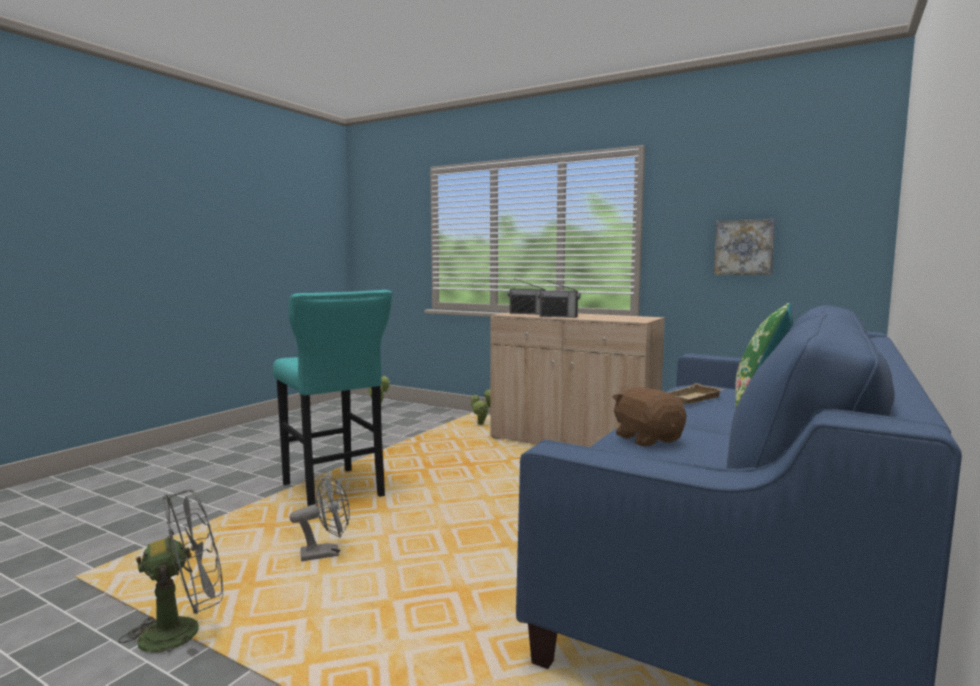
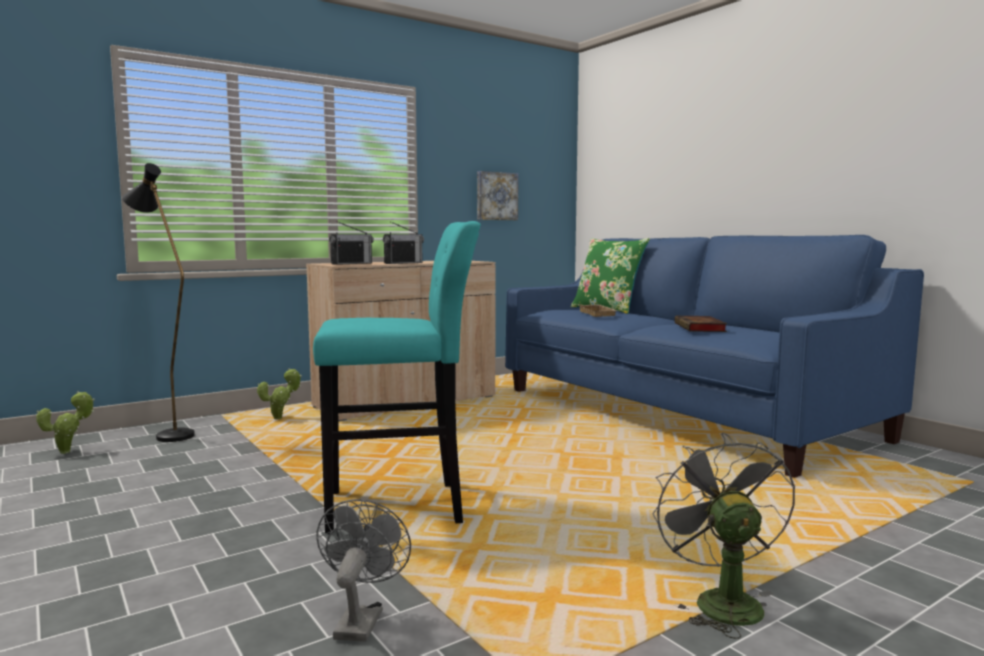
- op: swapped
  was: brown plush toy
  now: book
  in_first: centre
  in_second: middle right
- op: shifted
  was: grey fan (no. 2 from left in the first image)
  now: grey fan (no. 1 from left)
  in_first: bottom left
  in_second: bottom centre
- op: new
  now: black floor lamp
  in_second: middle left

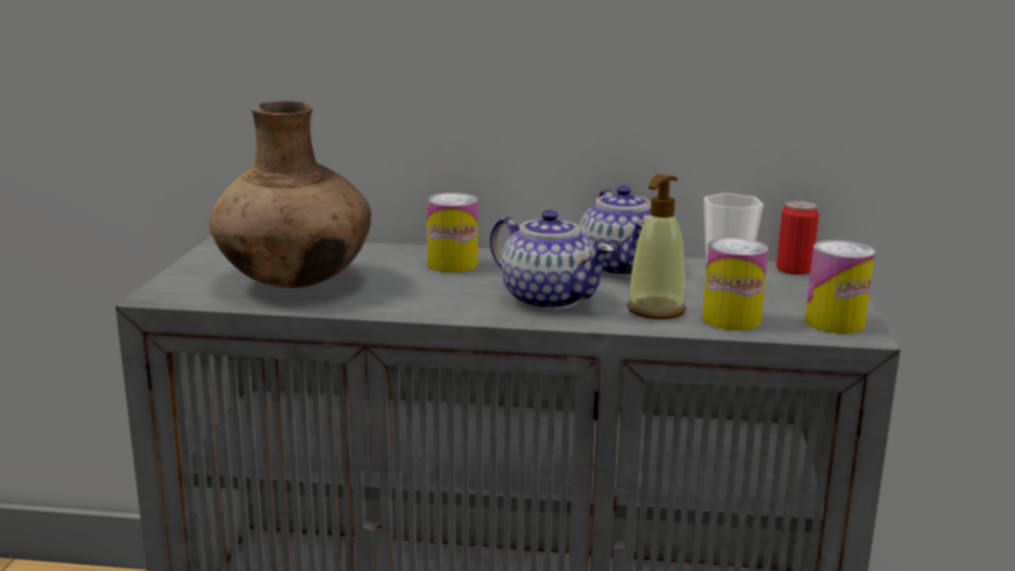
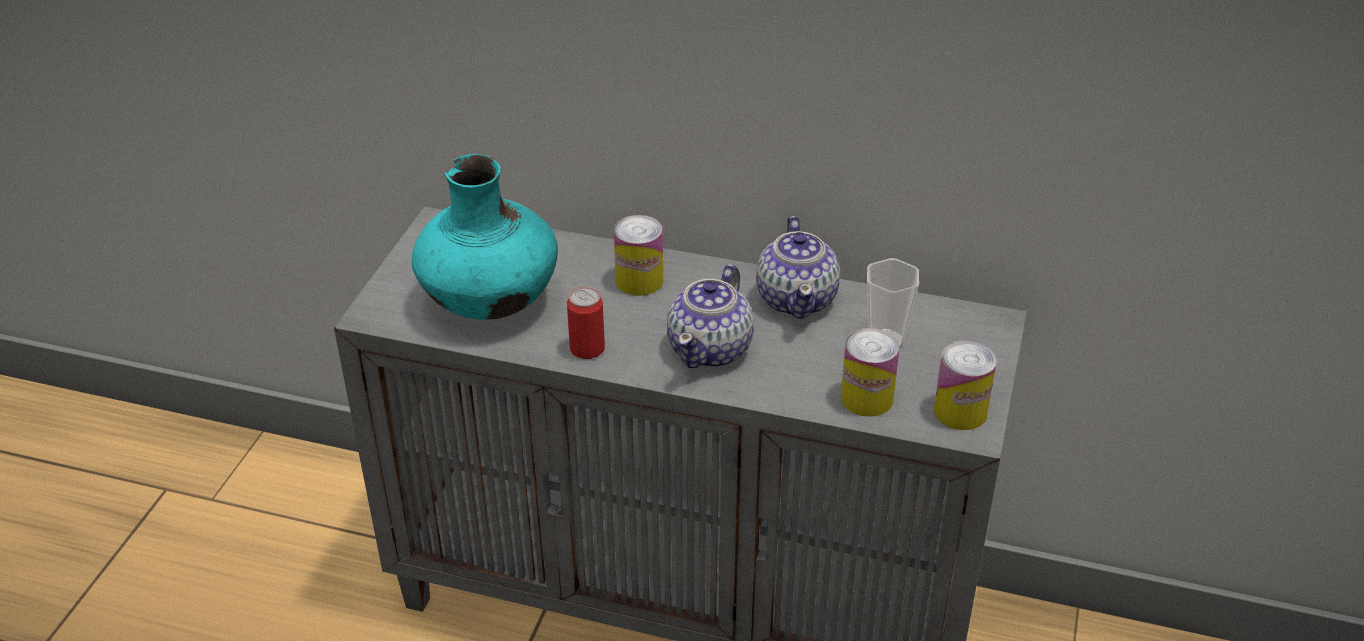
- op: repainted
  was: brown vase
  now: turquoise vase
  in_first: middle left
  in_second: centre
- op: gone
  was: soap dispenser
  in_first: centre
- op: shifted
  was: can (no. 3 from left in the first image)
  now: can (no. 1 from left)
  in_first: middle right
  in_second: centre
- op: rotated
  was: teapot (no. 1 from left)
  in_first: centre
  in_second: centre
  clockwise: 60

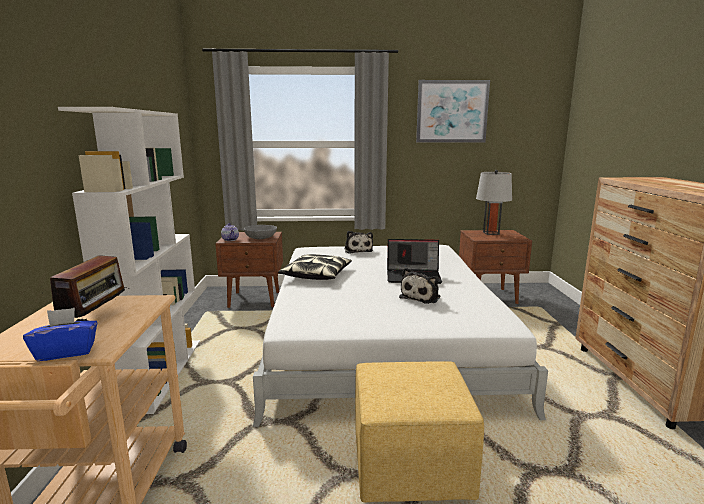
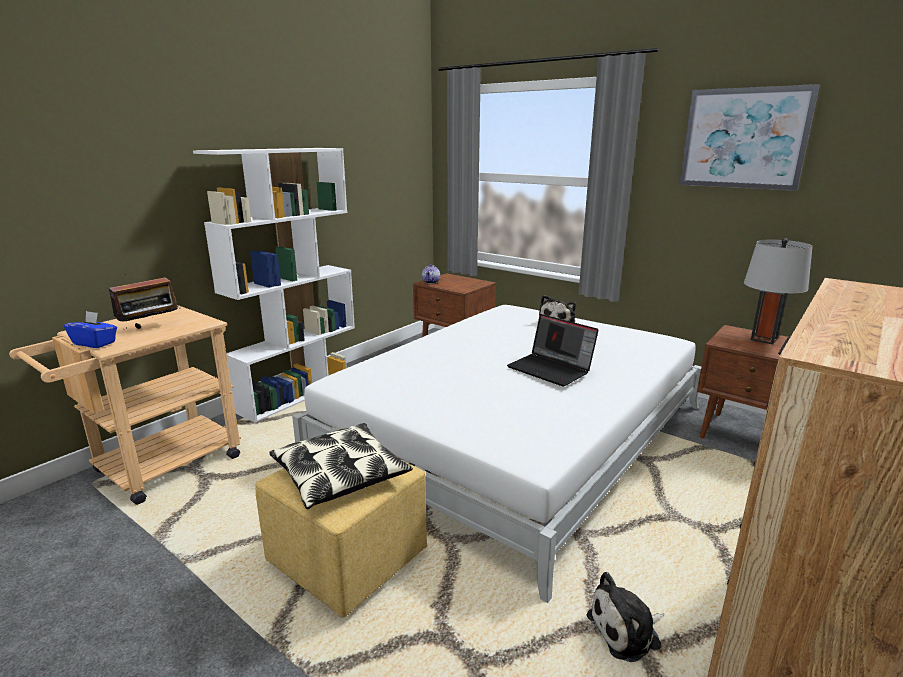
- op: gone
  was: grey bowl
  in_first: centre
- op: shifted
  was: pillow
  in_first: centre
  in_second: bottom centre
- op: shifted
  was: plush toy (no. 2 from left)
  in_first: centre
  in_second: bottom right

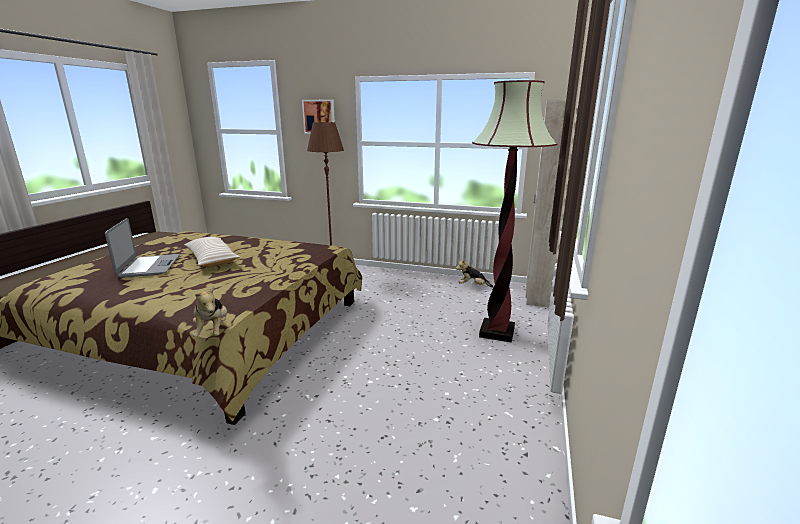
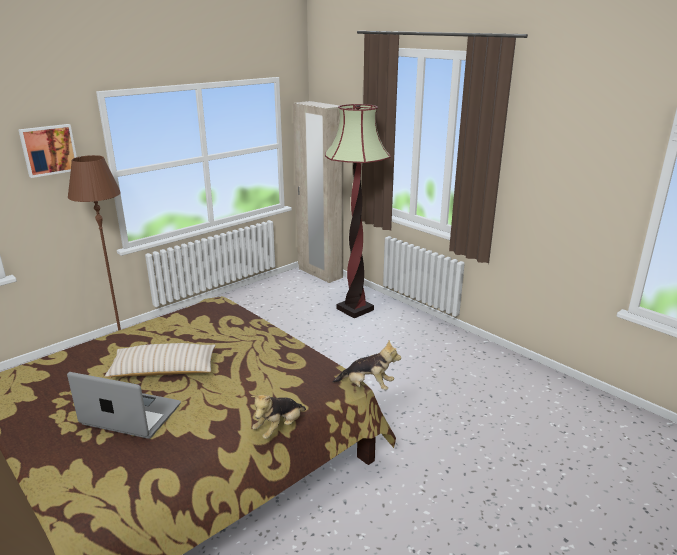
- op: shifted
  was: plush toy (no. 2 from left in the first image)
  now: plush toy (no. 1 from left)
  in_first: centre
  in_second: bottom centre

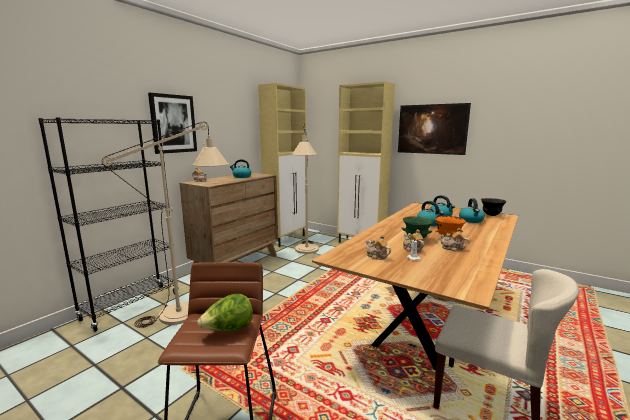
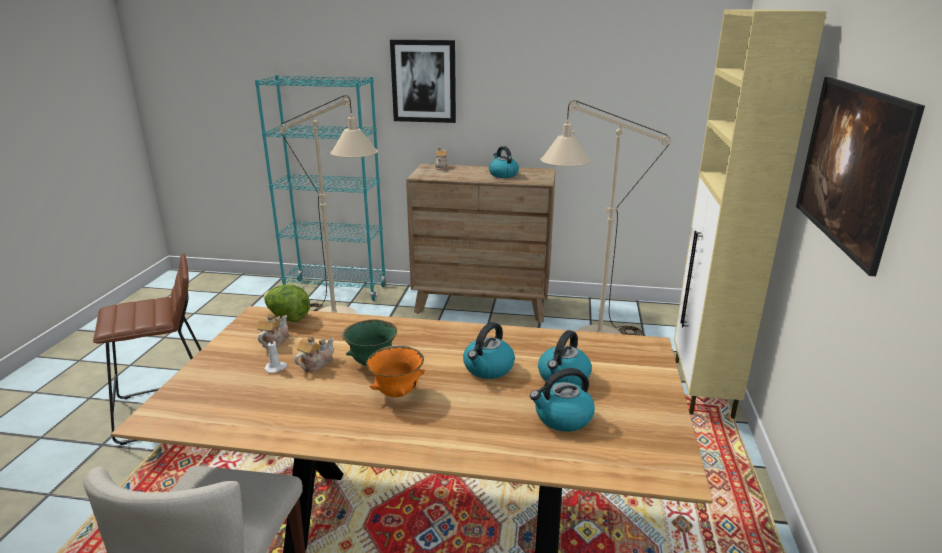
- op: gone
  was: beige cabinet (no. 1 from left)
  in_first: centre
- op: repainted
  was: black bookcase
  now: turquoise bookcase
  in_first: middle left
  in_second: centre
- op: gone
  was: black bowl
  in_first: middle right
- op: gone
  was: teapot (no. 4 from left)
  in_first: middle right
- op: shifted
  was: lettuce
  in_first: bottom centre
  in_second: middle left

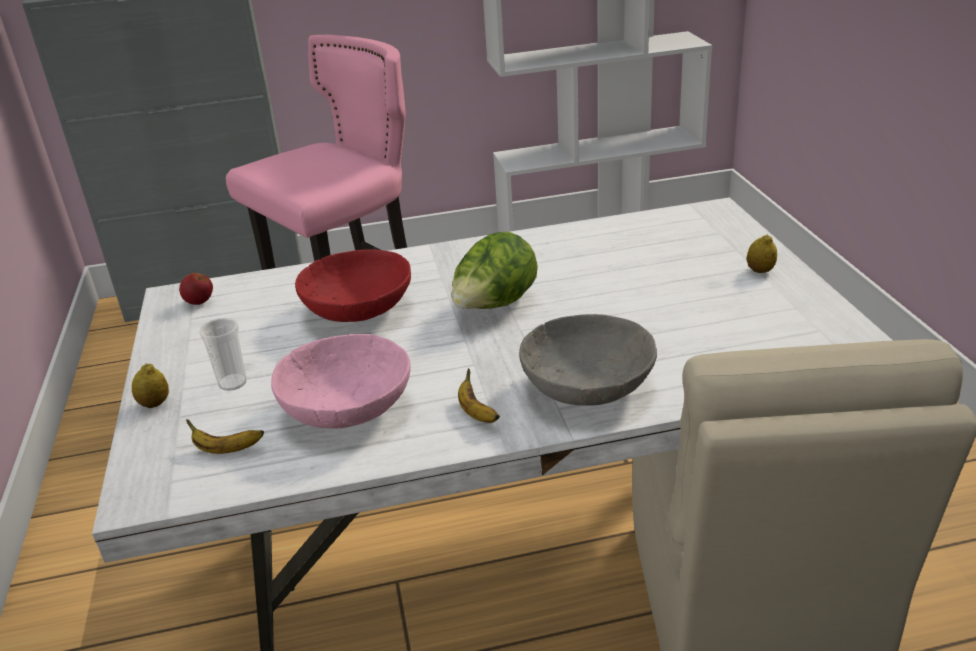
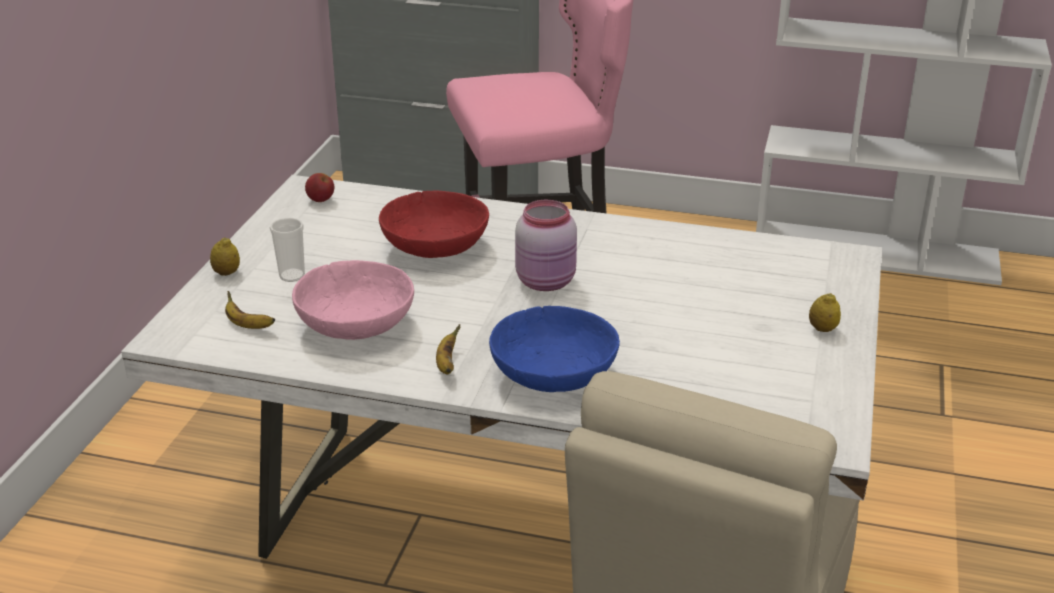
- op: swapped
  was: lettuce
  now: pink jar
  in_first: centre
  in_second: centre
- op: repainted
  was: grey bowl
  now: blue bowl
  in_first: centre
  in_second: centre

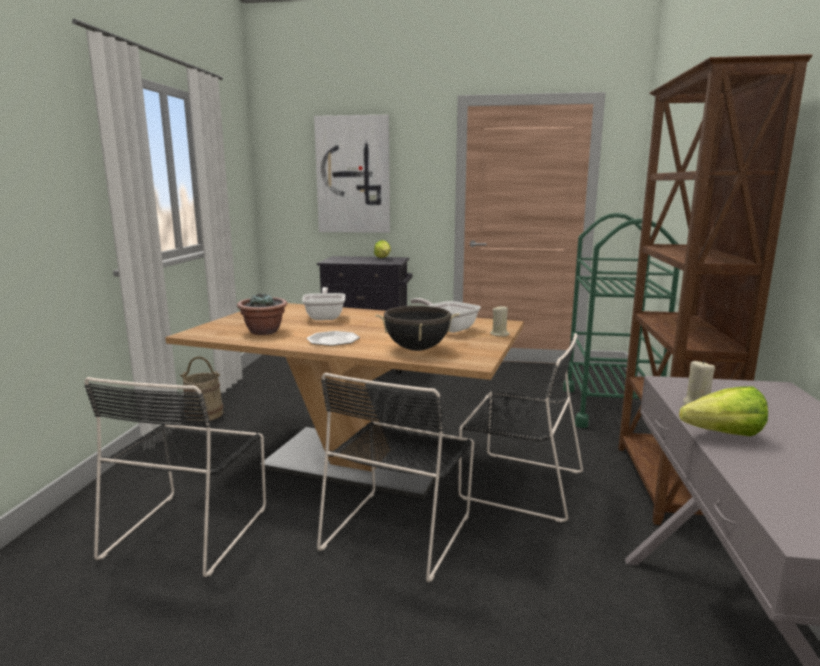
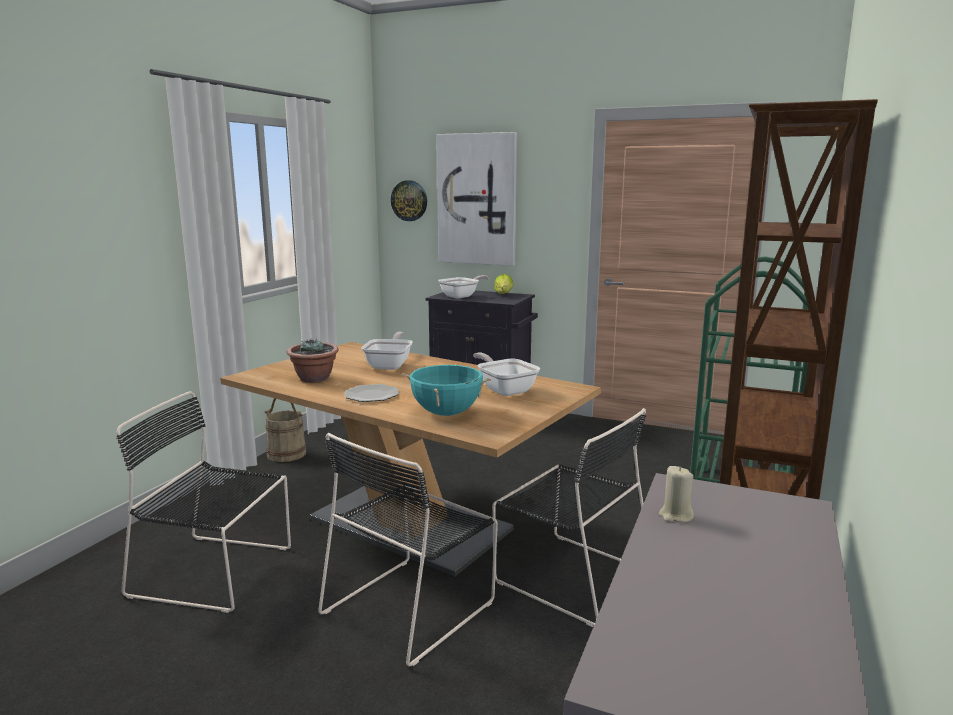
- op: gone
  was: beige candle (no. 1 from left)
  in_first: centre
- op: repainted
  was: black cooking pot
  now: turquoise cooking pot
  in_first: centre
  in_second: centre
- op: rotated
  was: black chair (no. 1 from left)
  in_first: bottom left
  in_second: bottom left
  clockwise: 75
- op: gone
  was: lettuce (no. 2 from left)
  in_first: middle right
- op: new
  now: wall clock
  in_second: top centre
- op: new
  now: frying pan (no. 2 from left)
  in_second: centre

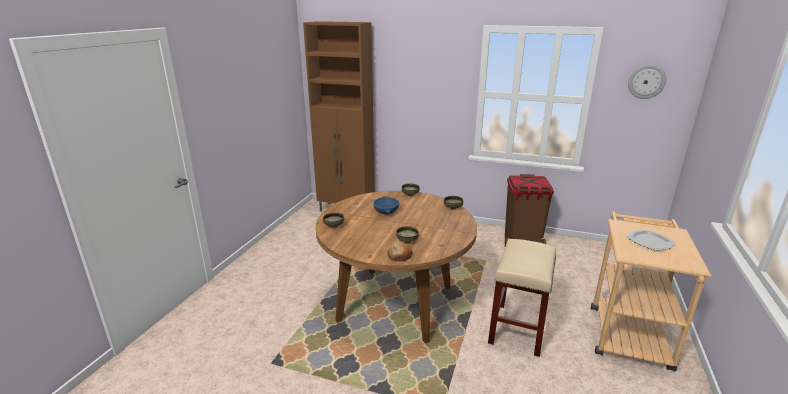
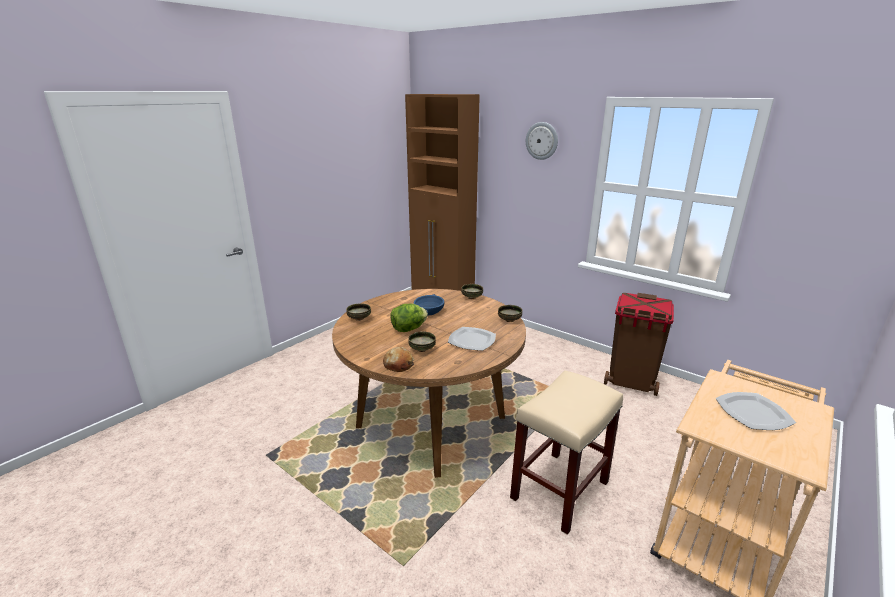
- op: shifted
  was: wall clock
  in_first: top right
  in_second: top centre
- op: new
  now: lettuce
  in_second: centre
- op: new
  now: plate (no. 1 from left)
  in_second: centre

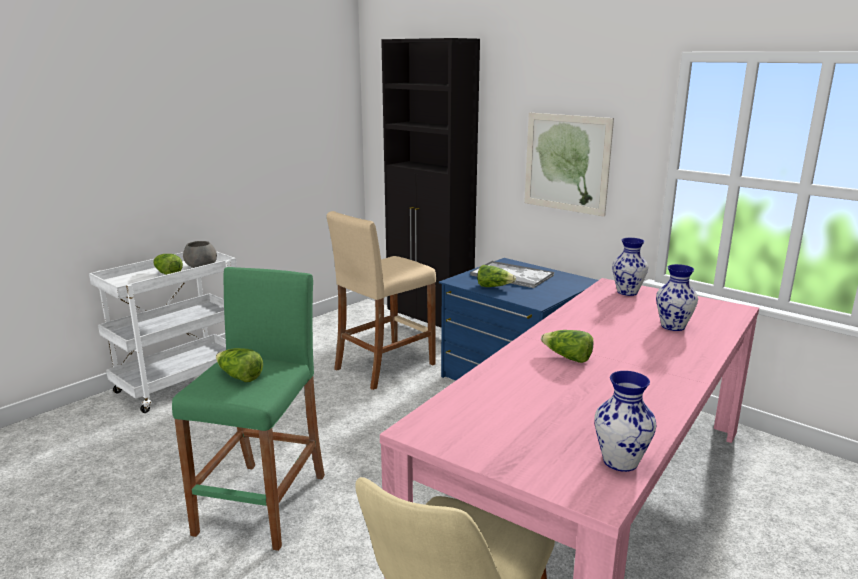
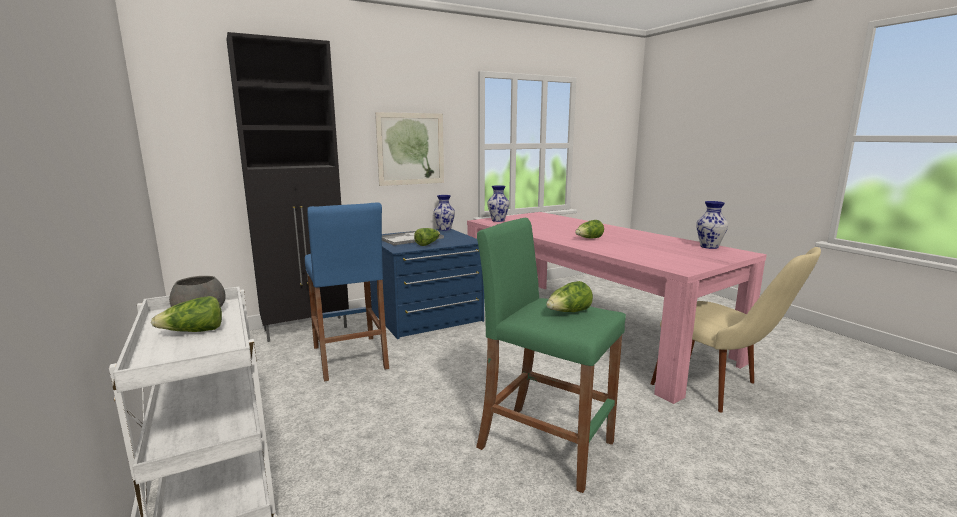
- op: repainted
  was: beige stool
  now: blue stool
  in_first: centre
  in_second: centre
- op: shifted
  was: vase (no. 3 from left in the first image)
  now: vase (no. 1 from left)
  in_first: middle right
  in_second: centre

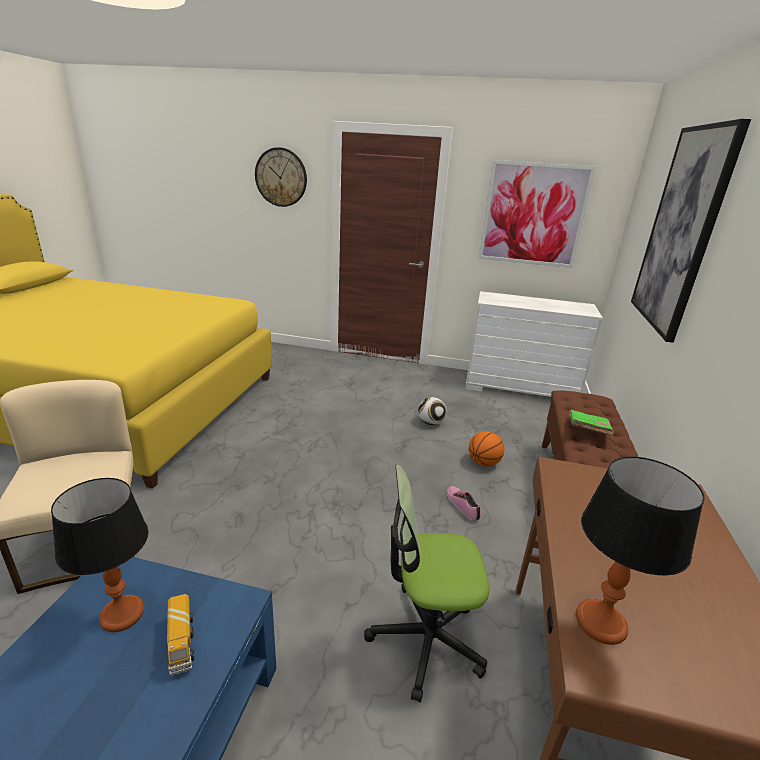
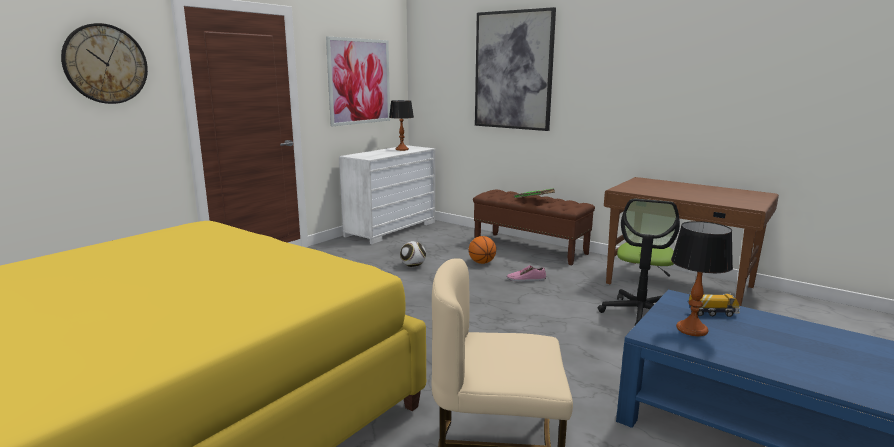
- op: shifted
  was: table lamp (no. 2 from left in the first image)
  now: table lamp (no. 1 from left)
  in_first: bottom right
  in_second: top centre

